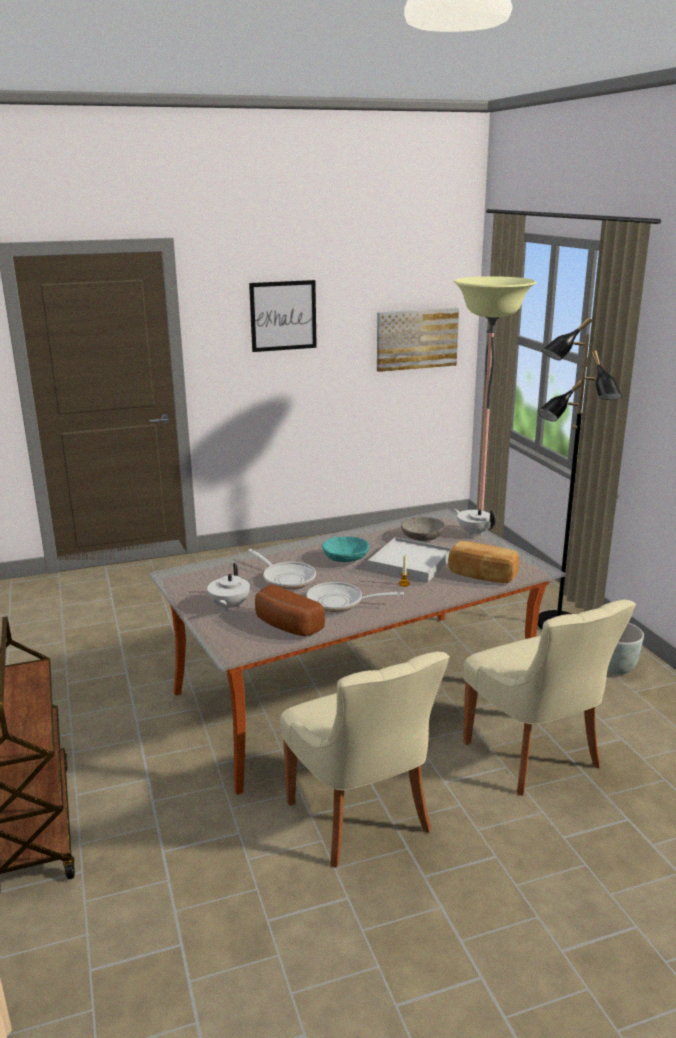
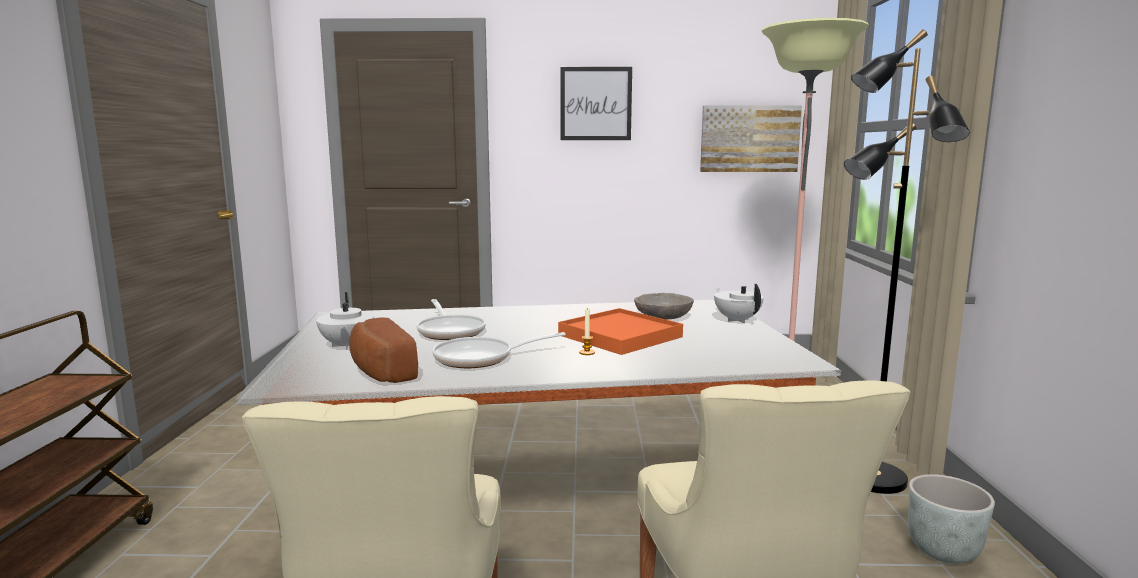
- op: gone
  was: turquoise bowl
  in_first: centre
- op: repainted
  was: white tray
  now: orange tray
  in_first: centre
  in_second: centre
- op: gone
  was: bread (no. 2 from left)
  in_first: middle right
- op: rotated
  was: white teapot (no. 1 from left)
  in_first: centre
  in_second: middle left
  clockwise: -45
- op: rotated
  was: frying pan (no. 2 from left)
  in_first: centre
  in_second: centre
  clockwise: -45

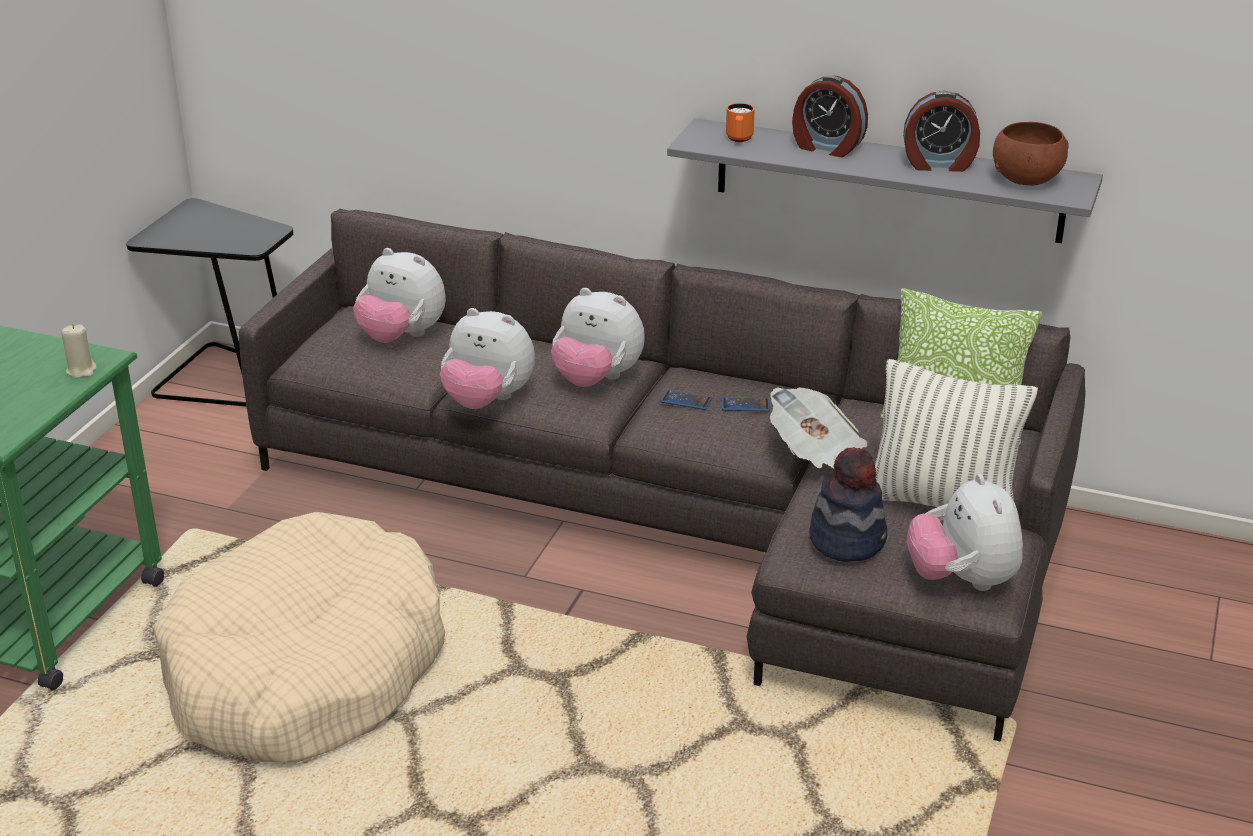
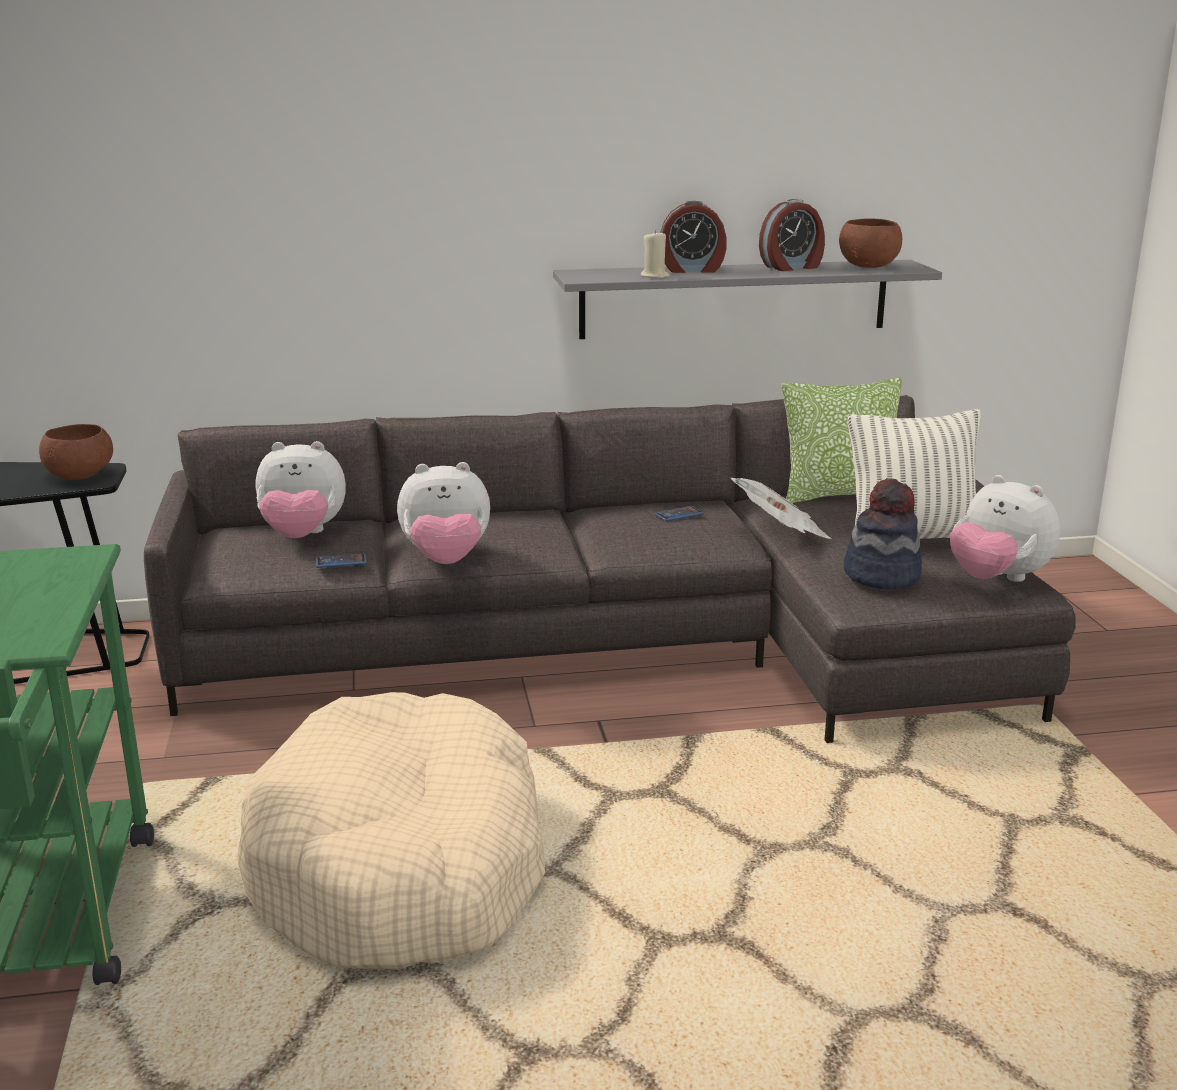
- op: gone
  was: orange mug
  in_first: top centre
- op: gone
  was: plush toy (no. 3 from left)
  in_first: centre
- op: shifted
  was: beige candle
  in_first: middle left
  in_second: top centre
- op: shifted
  was: phone (no. 1 from left)
  in_first: centre
  in_second: middle left
- op: new
  now: brown bowl (no. 1 from left)
  in_second: middle left

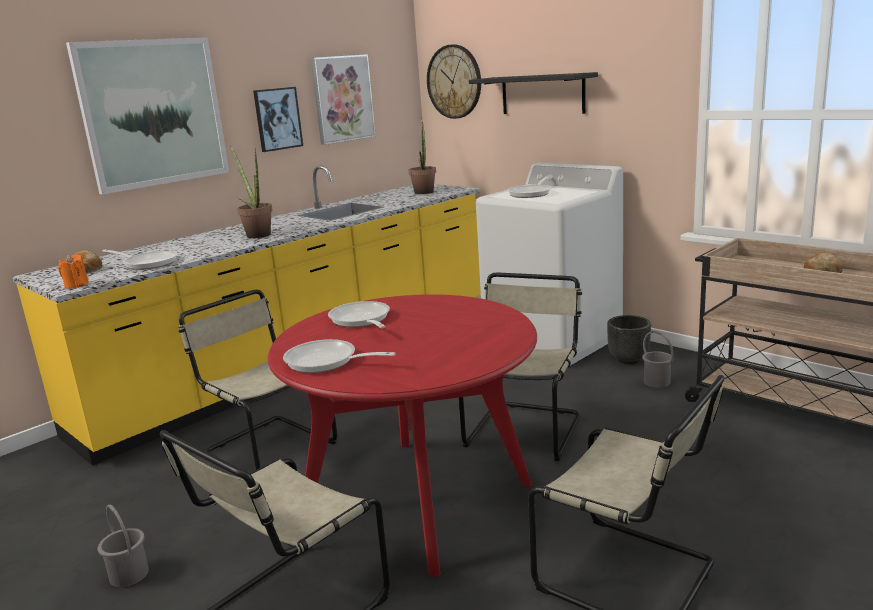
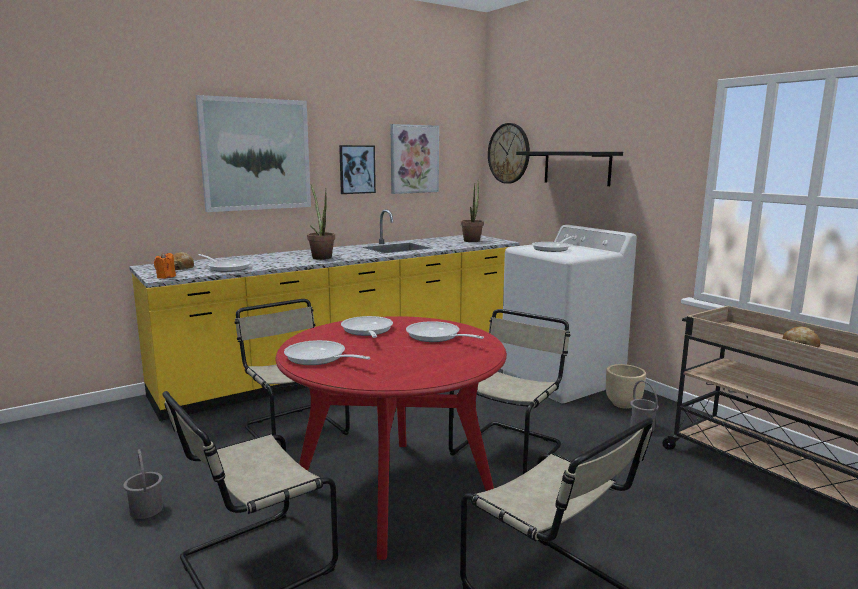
- op: repainted
  was: black planter
  now: beige planter
  in_first: middle right
  in_second: middle right
- op: new
  now: frying pan (no. 4 from left)
  in_second: centre

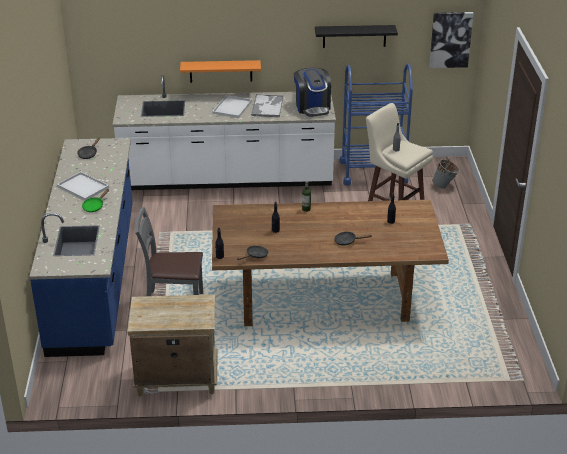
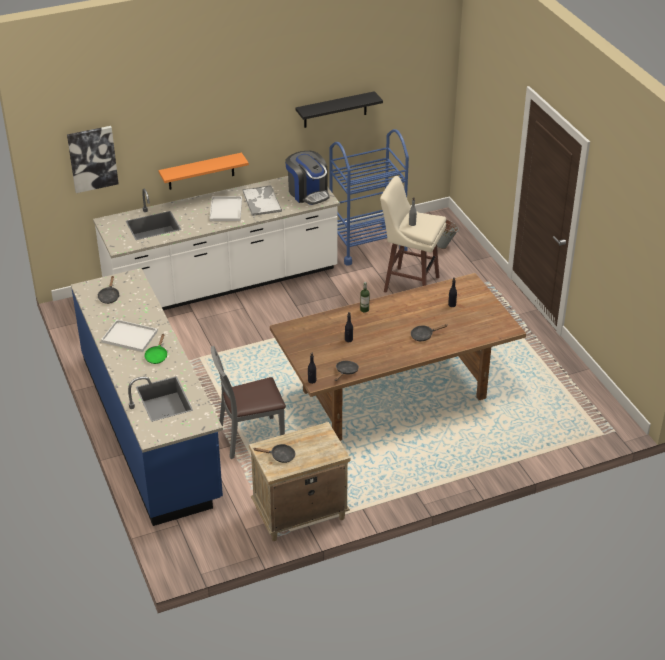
- op: shifted
  was: picture
  in_first: top right
  in_second: top left
- op: new
  now: black frying pan (no. 2 from left)
  in_second: bottom centre

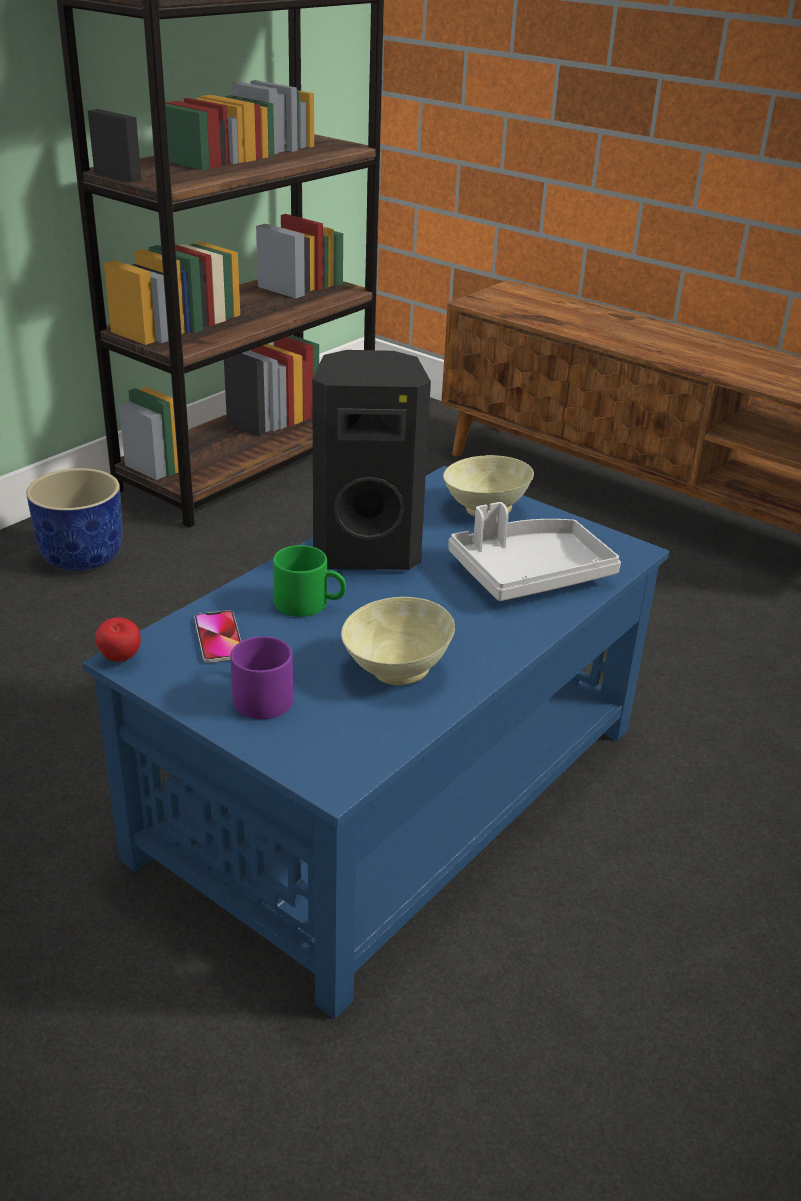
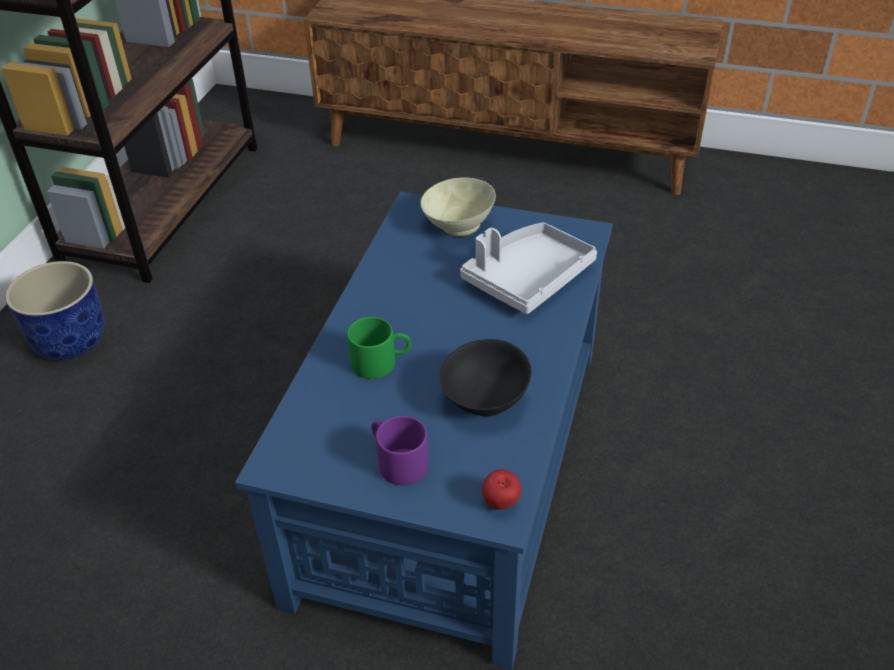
- op: gone
  was: black speaker
  in_first: centre
- op: repainted
  was: beige bowl (no. 1 from left)
  now: black bowl
  in_first: centre
  in_second: centre
- op: gone
  was: phone
  in_first: middle left
- op: shifted
  was: apple
  in_first: middle left
  in_second: bottom centre

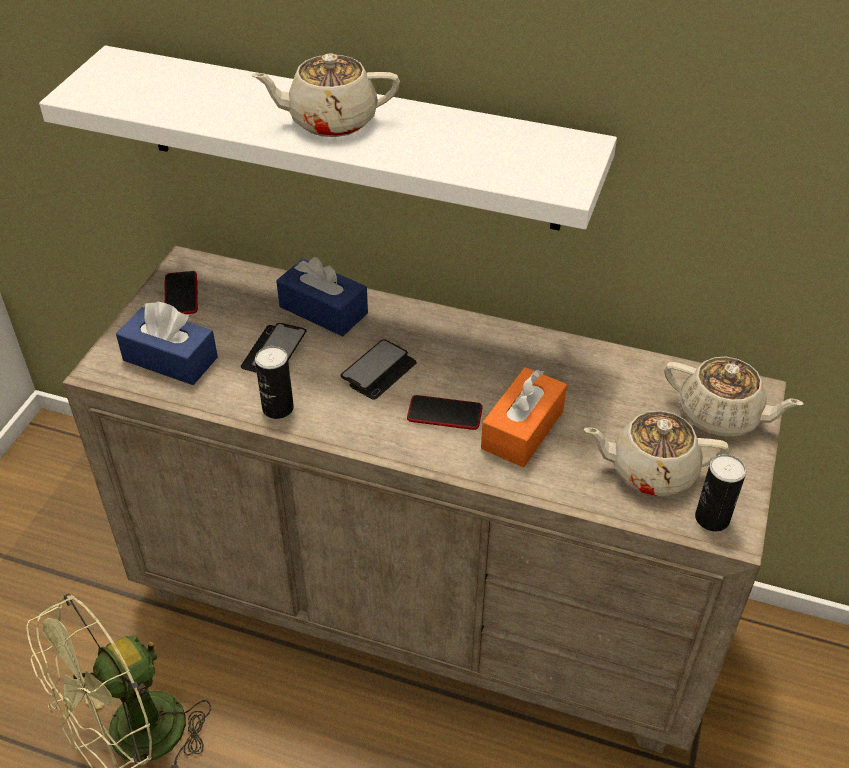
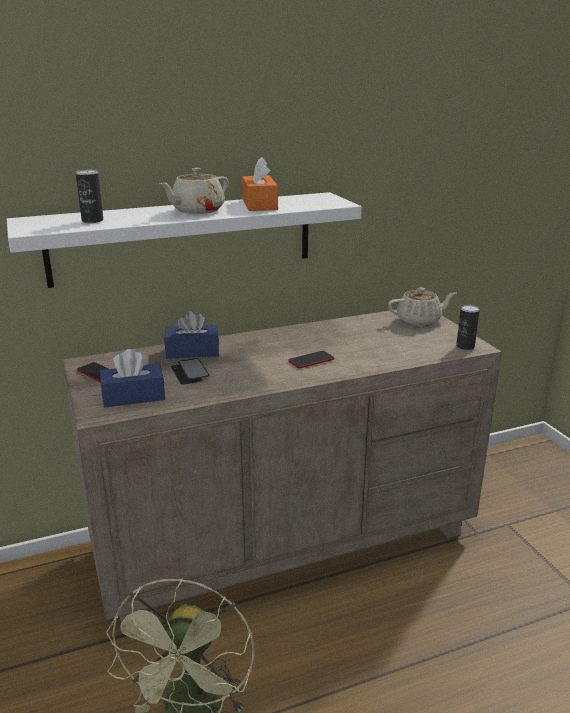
- op: gone
  was: phone (no. 3 from left)
  in_first: centre
- op: shifted
  was: can (no. 1 from left)
  in_first: middle left
  in_second: top left
- op: shifted
  was: orange tissue box
  in_first: centre
  in_second: top centre
- op: gone
  was: beige teapot (no. 2 from left)
  in_first: middle right

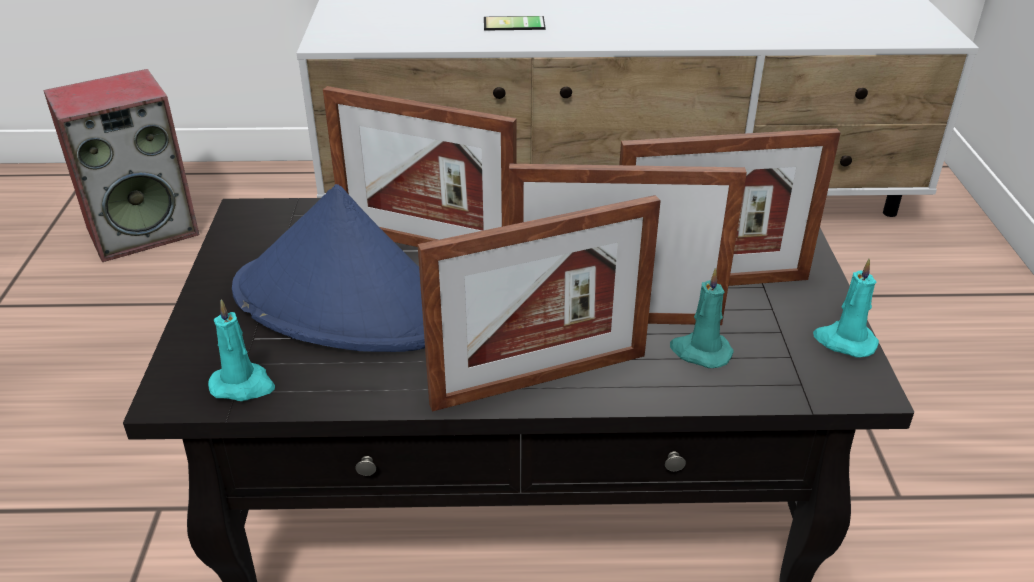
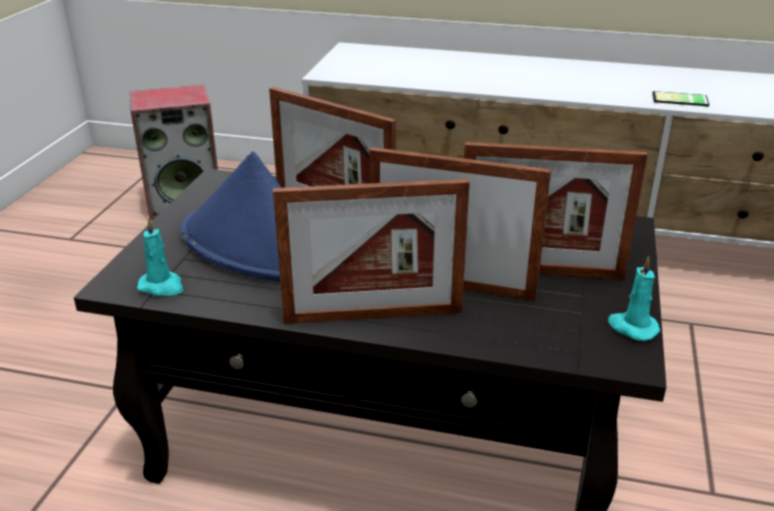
- op: shifted
  was: phone
  in_first: top centre
  in_second: top right
- op: gone
  was: turquoise candle (no. 2 from left)
  in_first: middle right

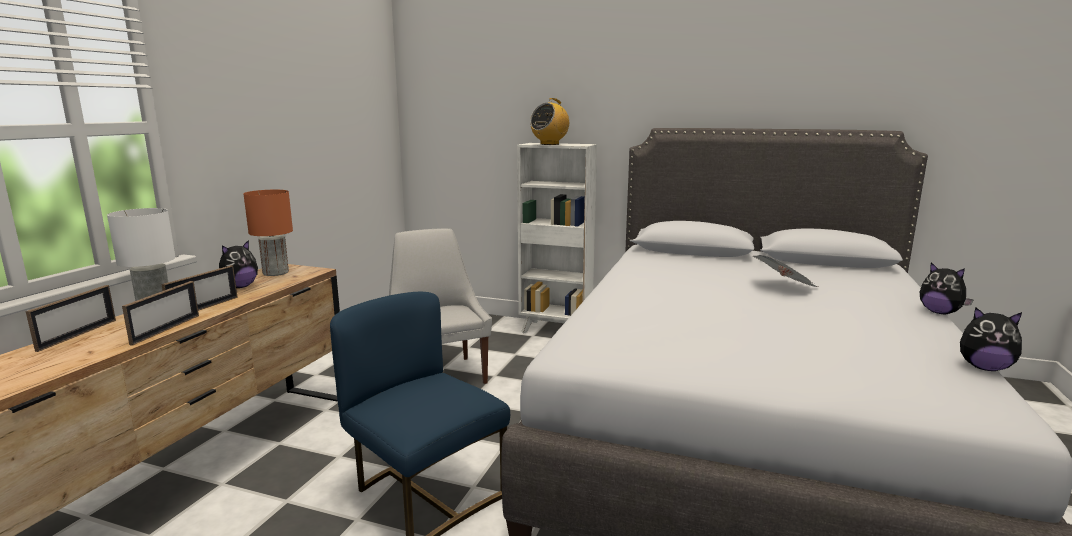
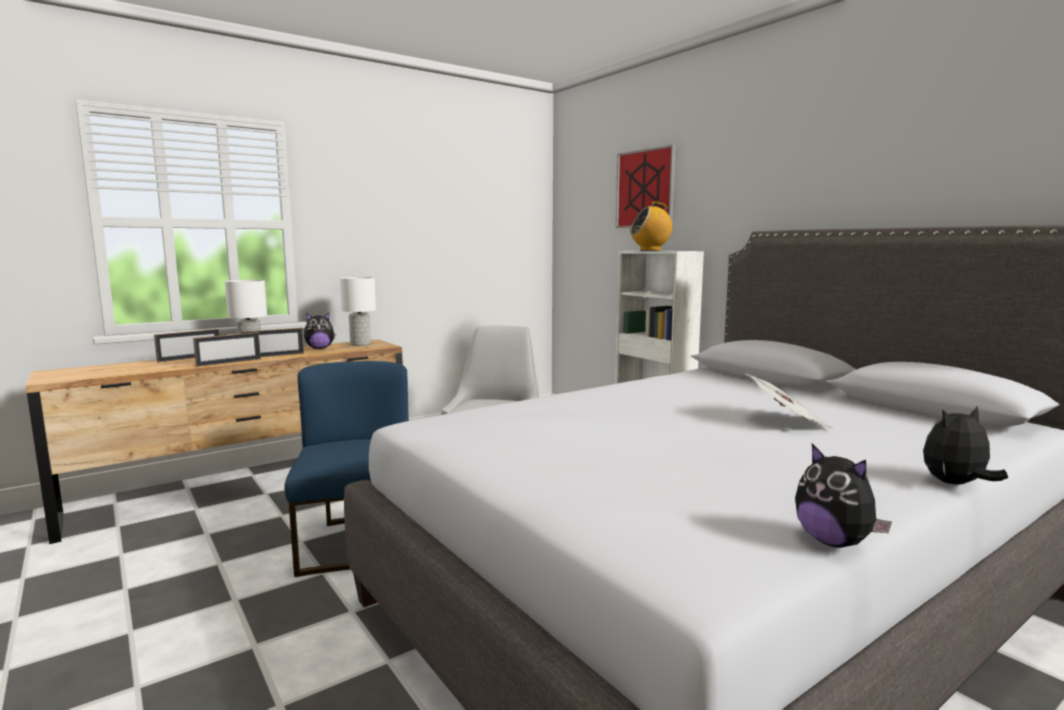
- op: repainted
  was: orange table lamp
  now: white table lamp (no. 2 from left)
  in_first: middle left
  in_second: centre
- op: rotated
  was: plush toy (no. 2 from left in the first image)
  in_first: middle right
  in_second: middle right
  clockwise: 75
- op: new
  now: picture
  in_second: top centre

